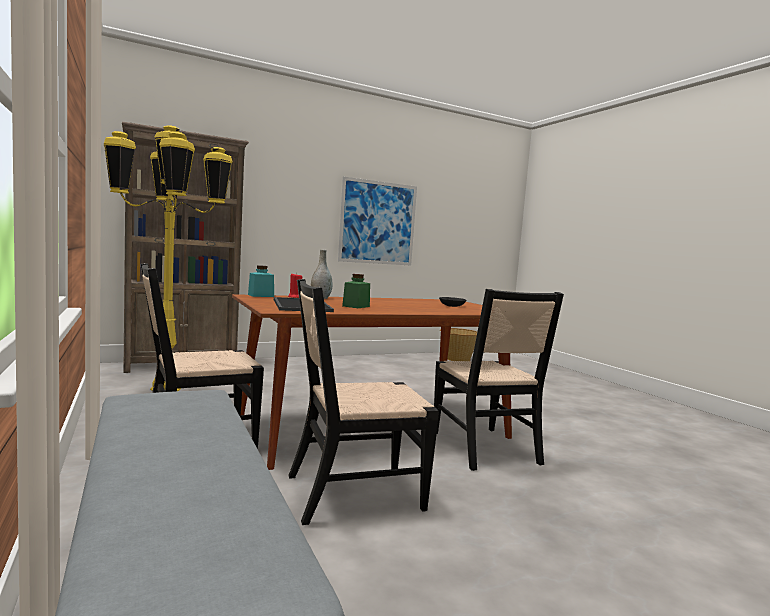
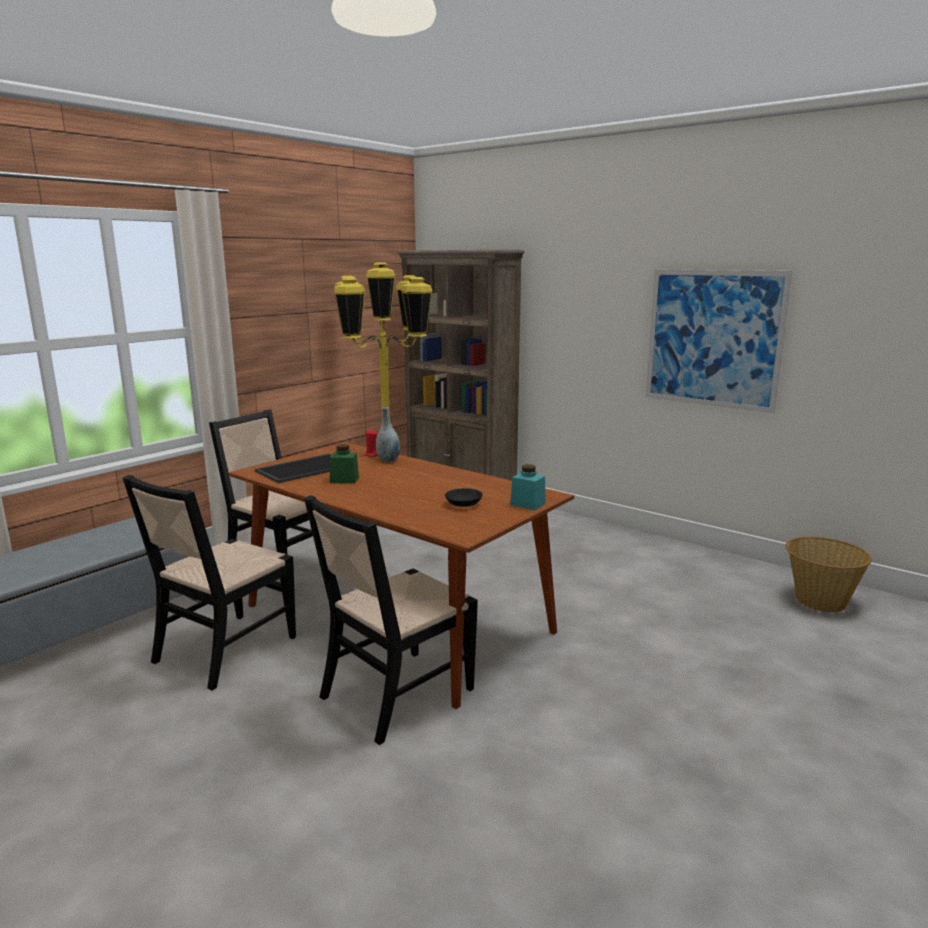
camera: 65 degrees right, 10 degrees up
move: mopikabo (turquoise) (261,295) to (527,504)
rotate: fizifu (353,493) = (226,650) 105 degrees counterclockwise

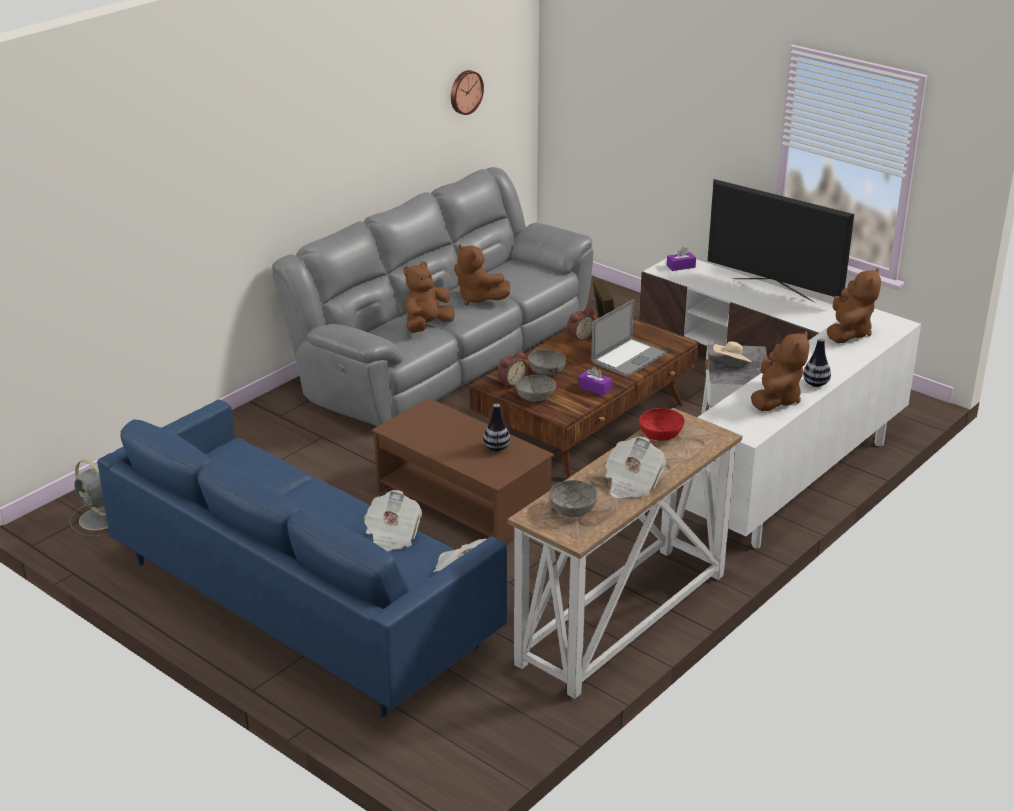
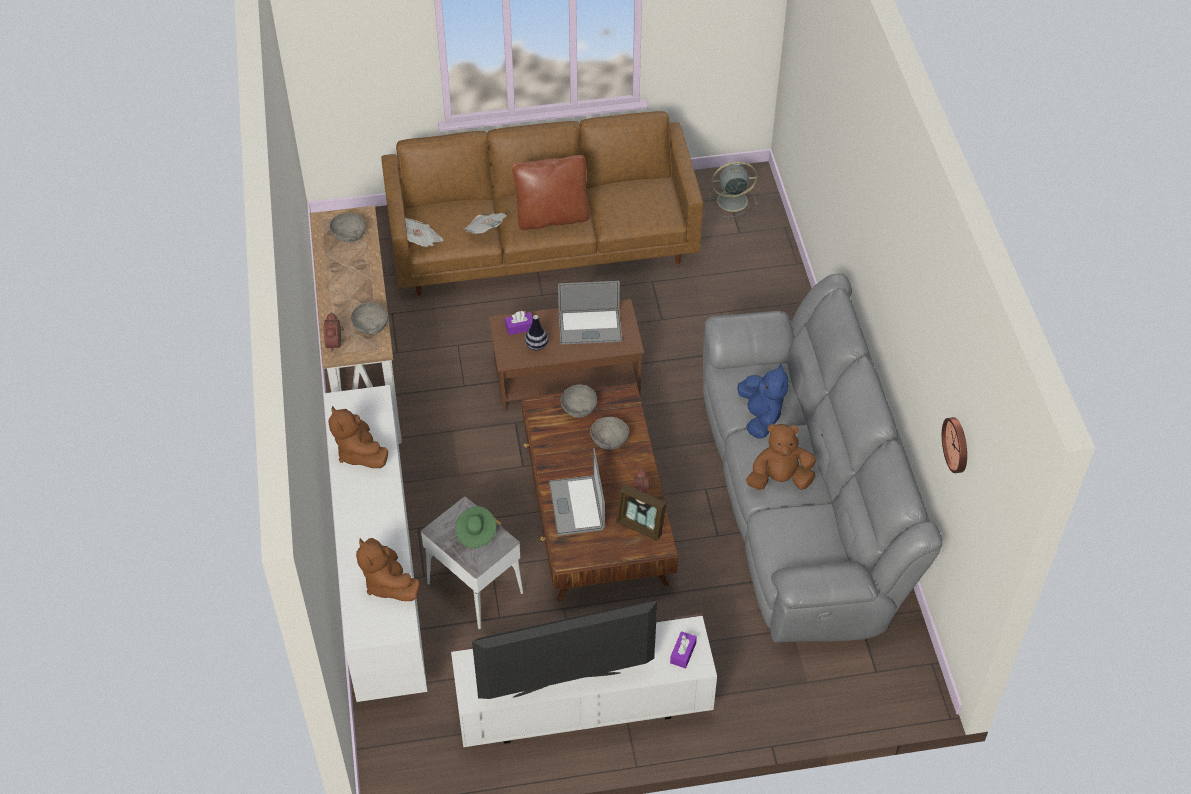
camera: 130 degrees right, 20 degrees up
delete: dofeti (632,483); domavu (815,384)
insert: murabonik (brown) (552,217); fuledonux (590,327)
move: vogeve (511,382) to (336,343); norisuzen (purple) (594,388) to (519,327)
recolor: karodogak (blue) (302,602) to karodogak (brown) (543,246); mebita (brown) (427,326) to mebita (blue) (760,417); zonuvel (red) (660,435) to zonuvel (grey) (370,326); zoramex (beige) (731,363) to zoramex (green) (475,533)

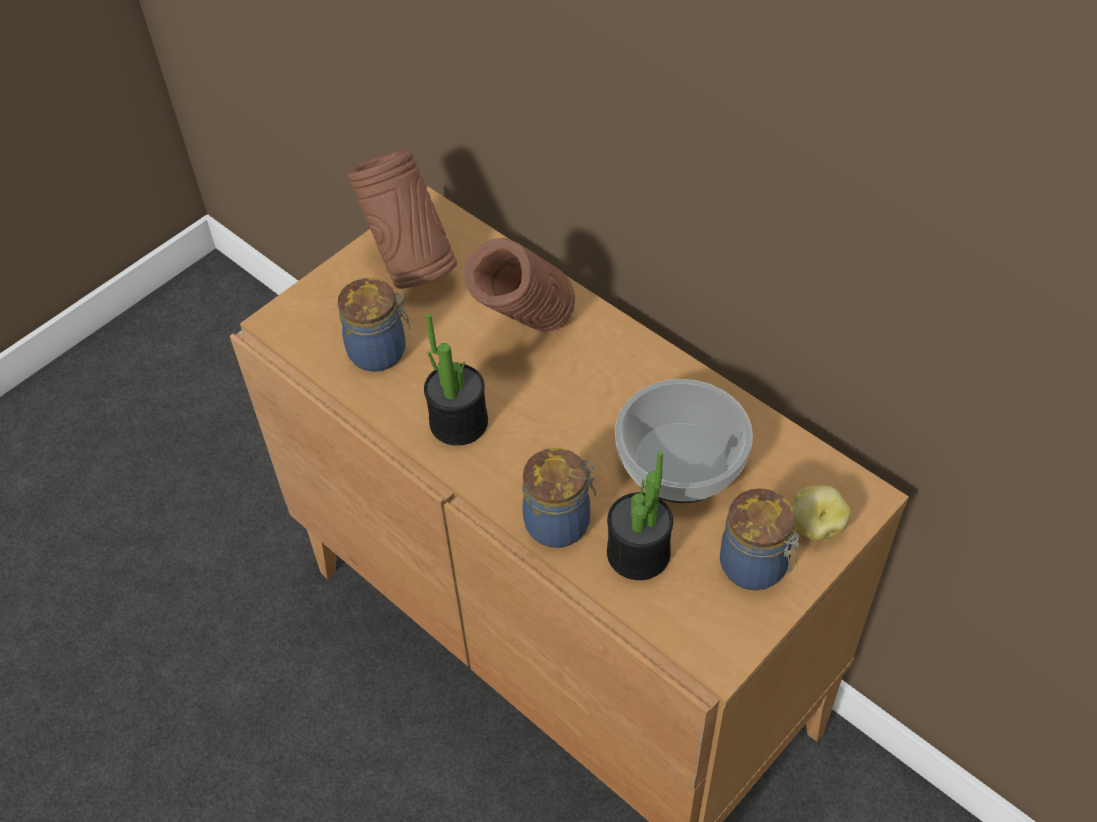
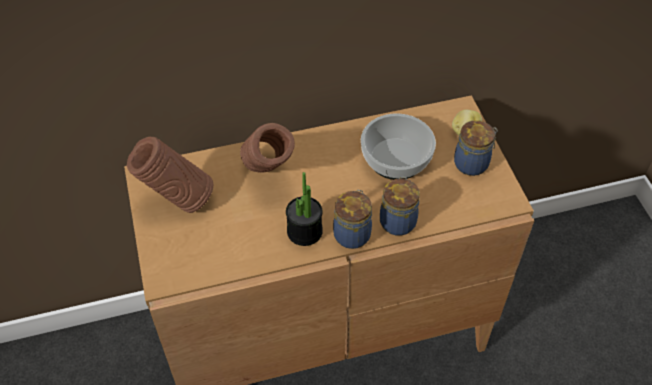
camera: 60 degrees left, 0 degrees up
delete: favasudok (638,553)
move: mopikabo (380,351) to (352,233)

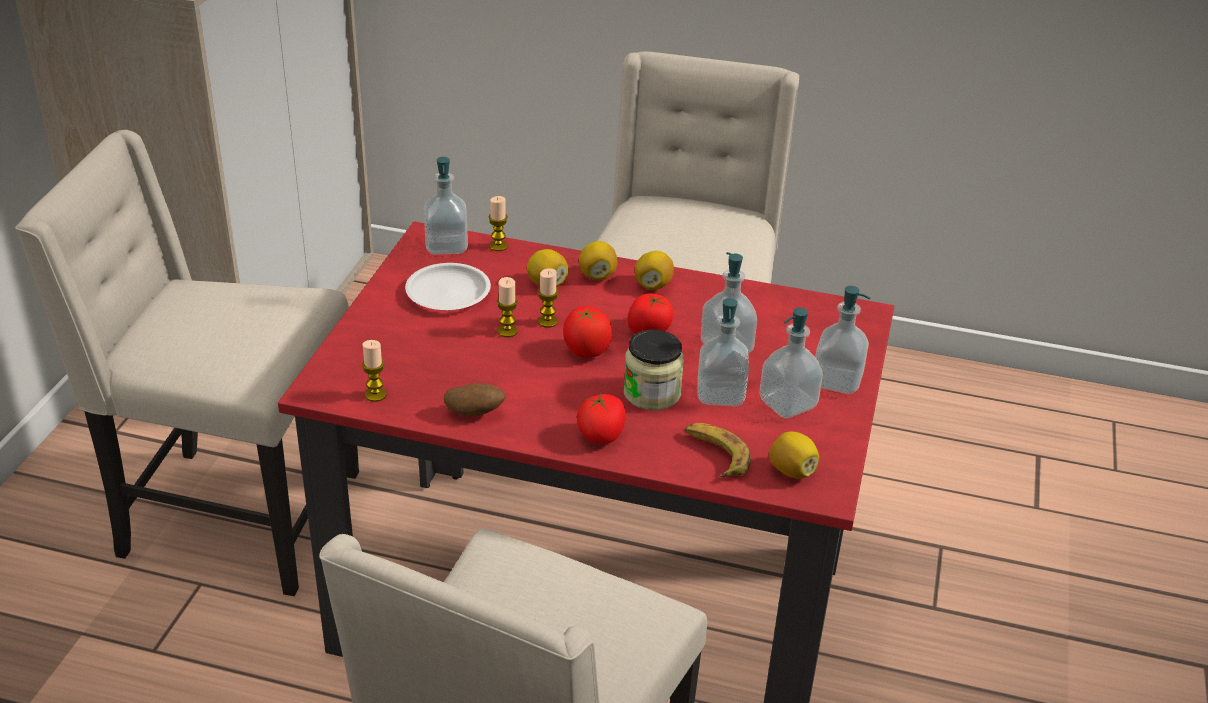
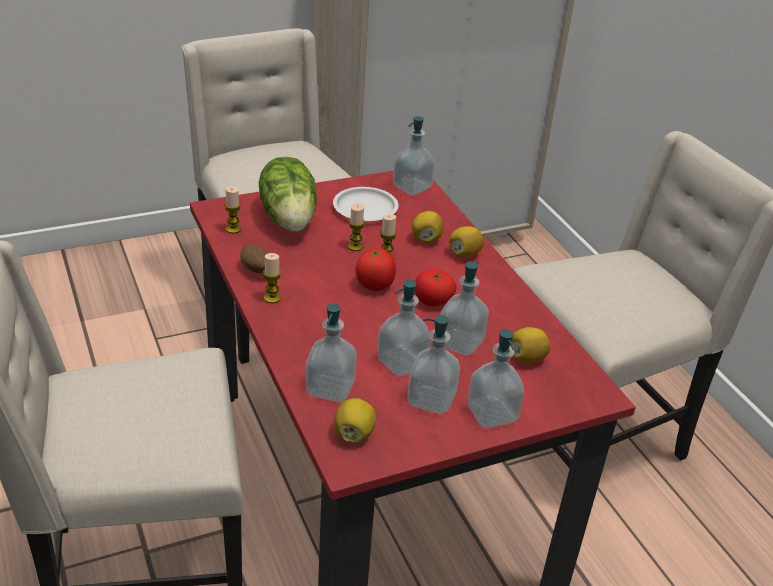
camera: 50 degrees right, 0 degrees up
delete: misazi (601,435); mopikabo (652,393)
insert: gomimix (290,218)
move: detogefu (498,246) to (272,298); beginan (653,285) to (527,358)
replace: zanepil (715,454) to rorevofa (330,388)

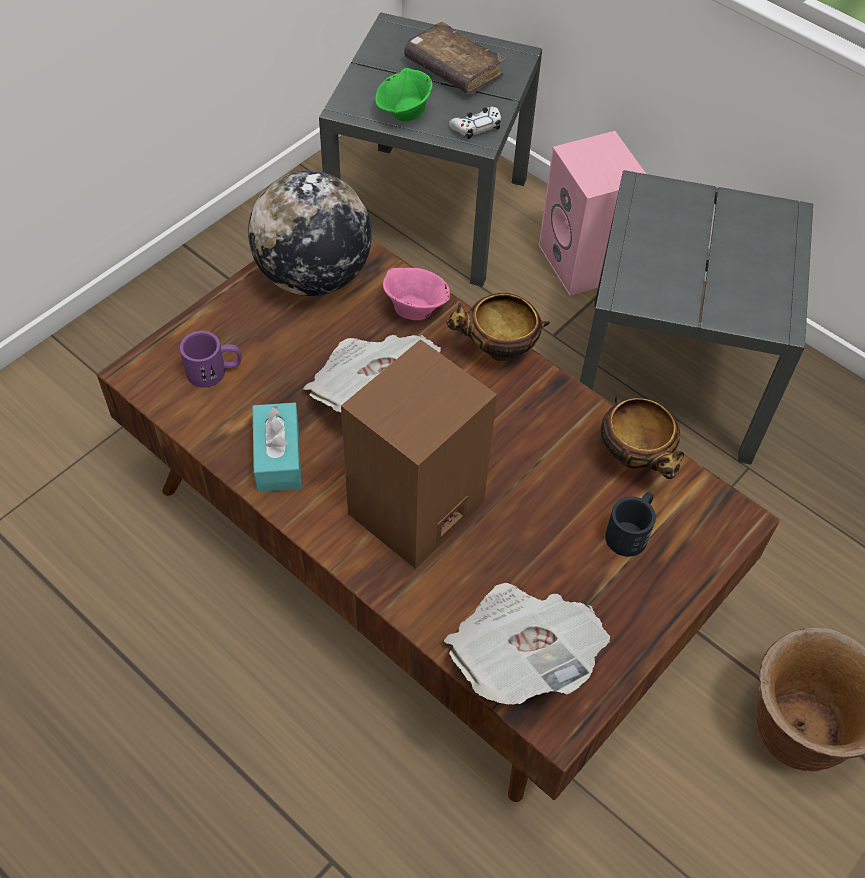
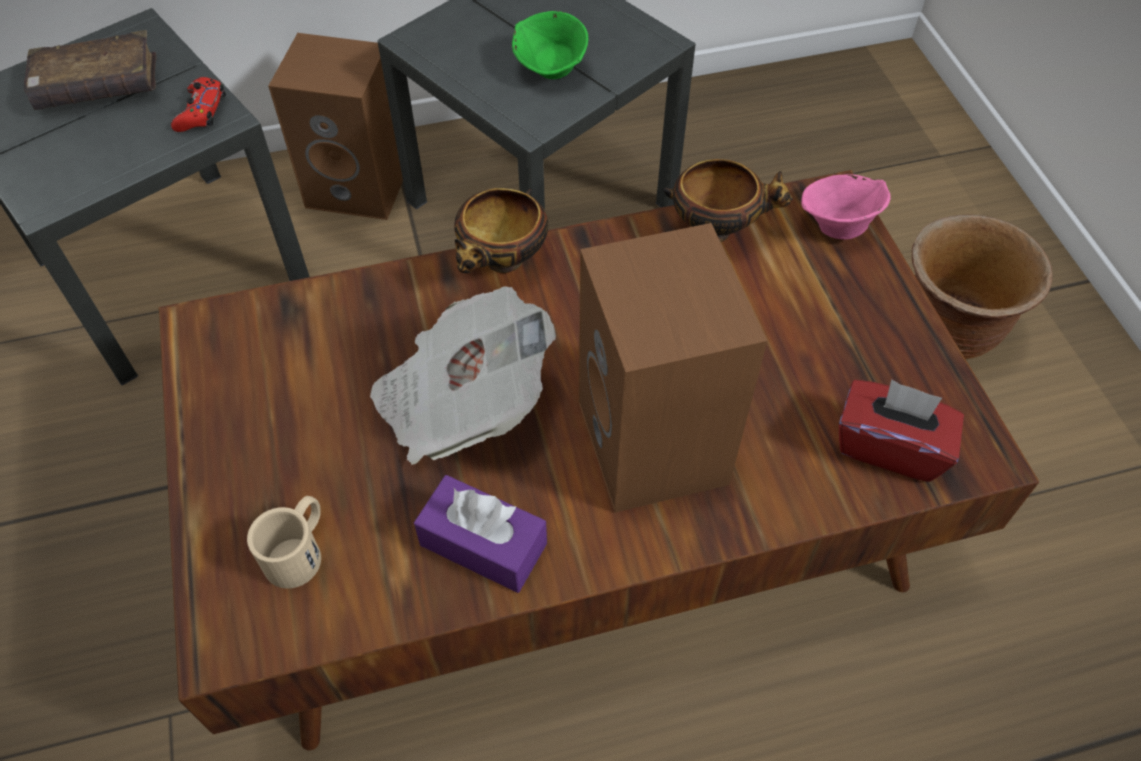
camera: 55 degrees left, 0 degrees up
delete: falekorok (313,276); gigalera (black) (630,531)
move: zonuvel (green) (404,114) to (551,71); zonuvel (pink) (414,308) to (836,226)
replace: dofeti (520,655) to norisuzen (red) (889,446)
recolor: gigalera (purple) (215,371) to gigalera (beige) (299,550); norisuzen (turquoise) (278,456) to norisuzen (purple) (483,544); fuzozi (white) (476,127) to fuzozi (red) (201,112); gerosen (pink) (585,263) to gerosen (brown) (360,186)

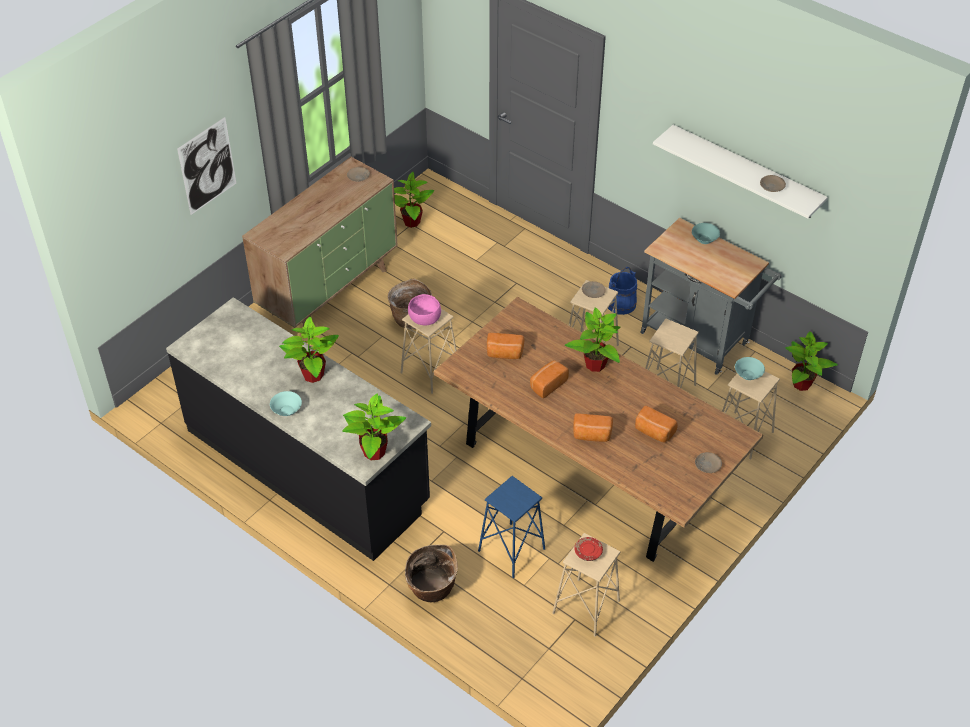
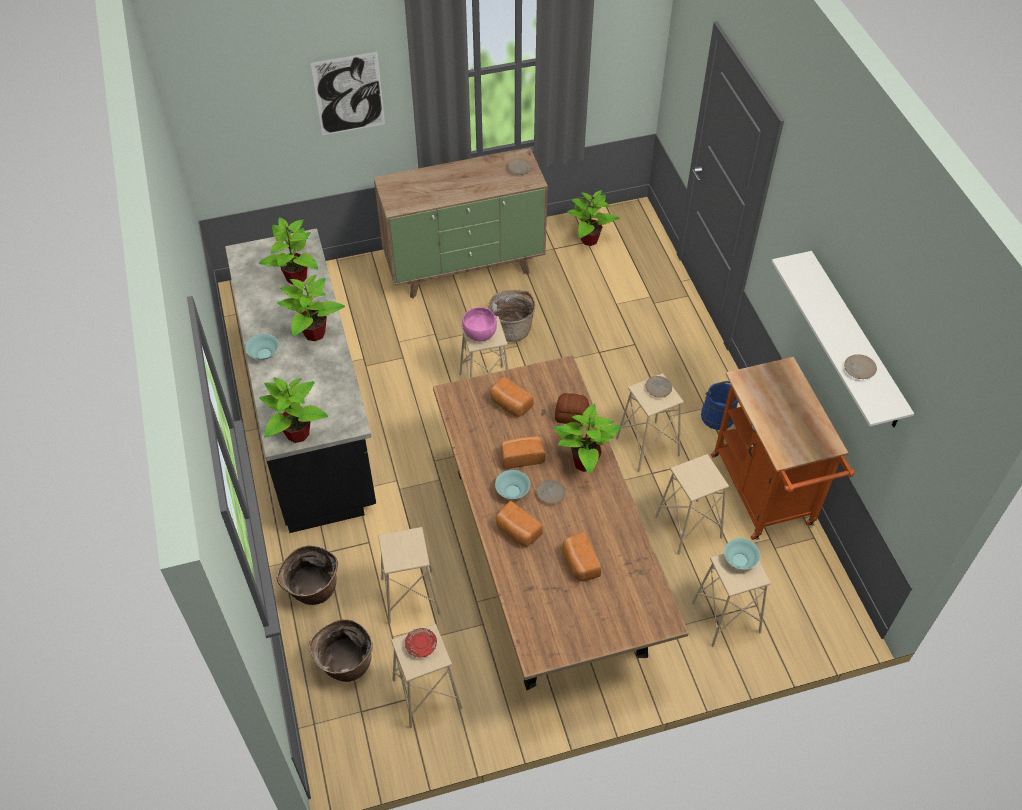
camera: 35 degrees right, 5 degrees up
insert: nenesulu (345,664); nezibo (571,415)
move: zonuvel (turquoise) (704,240) to (512,491); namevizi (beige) (707,465) to (550,493); favasudok (802,384) to (296,278)
recolor: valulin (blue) (511,550) to valulin (beige) (410,596); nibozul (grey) (700,341) to nibozul (orange) (765,496)

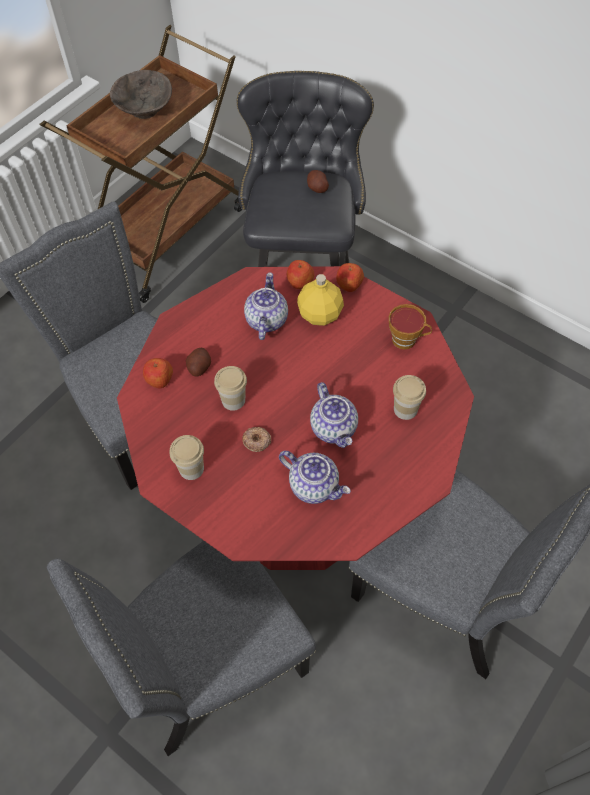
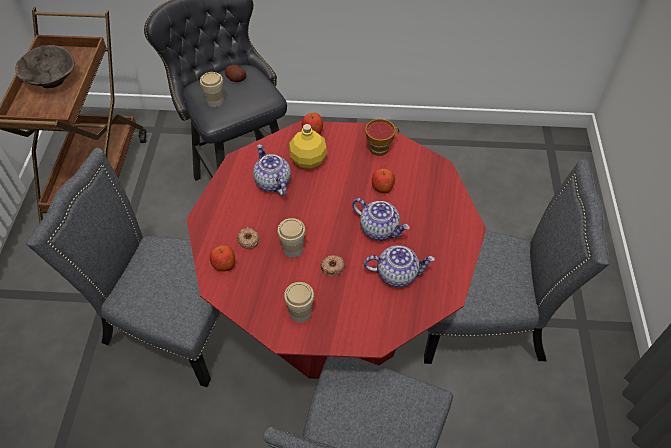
camera: 35 degrees left, 5 degrees down
move: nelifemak (300,281) to (382,187); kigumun (405,409) to (215,101)
replace: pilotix (199,367) to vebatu (248,240)

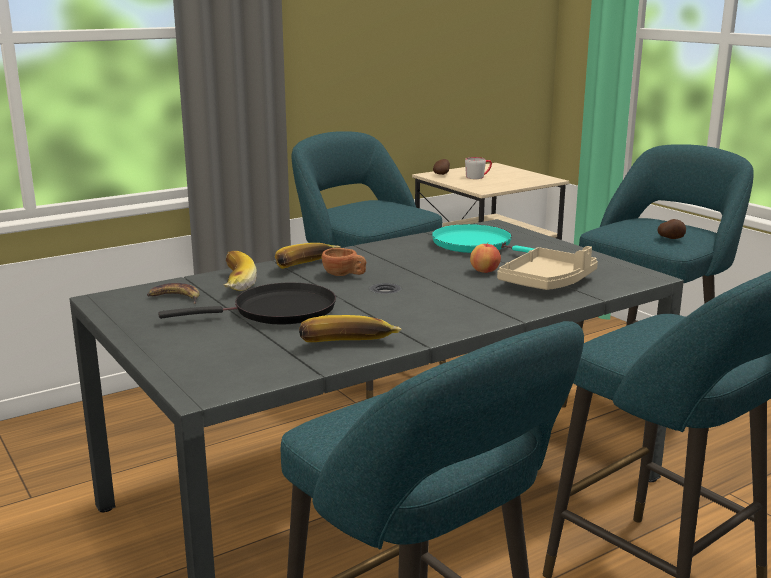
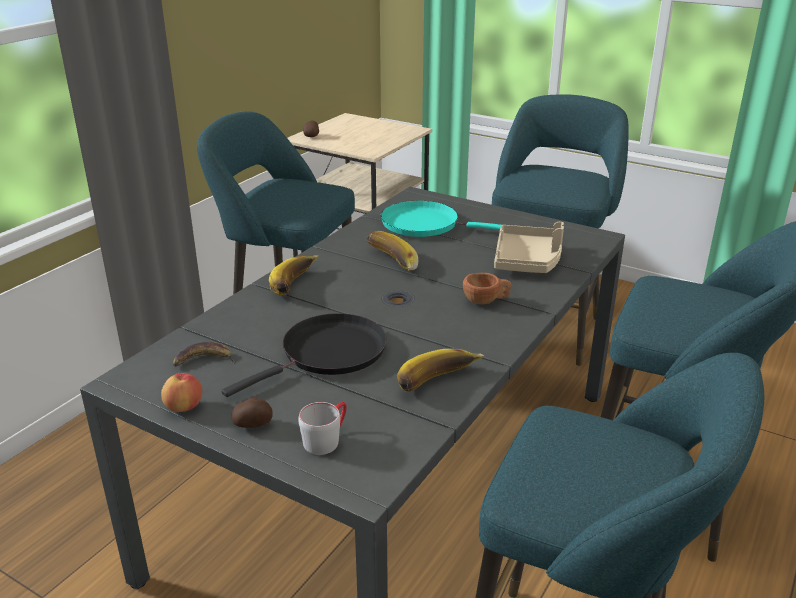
camera: 25 degrees left, 10 degrees up
move: zanepil (231,283) to (390,263); kigumun (brown) (344,275) to (486,301); gigalera (grey) (478,176) to (326,439); nelifemak (485,271) to (184,407); pilotix (670,238) to (253,424)

